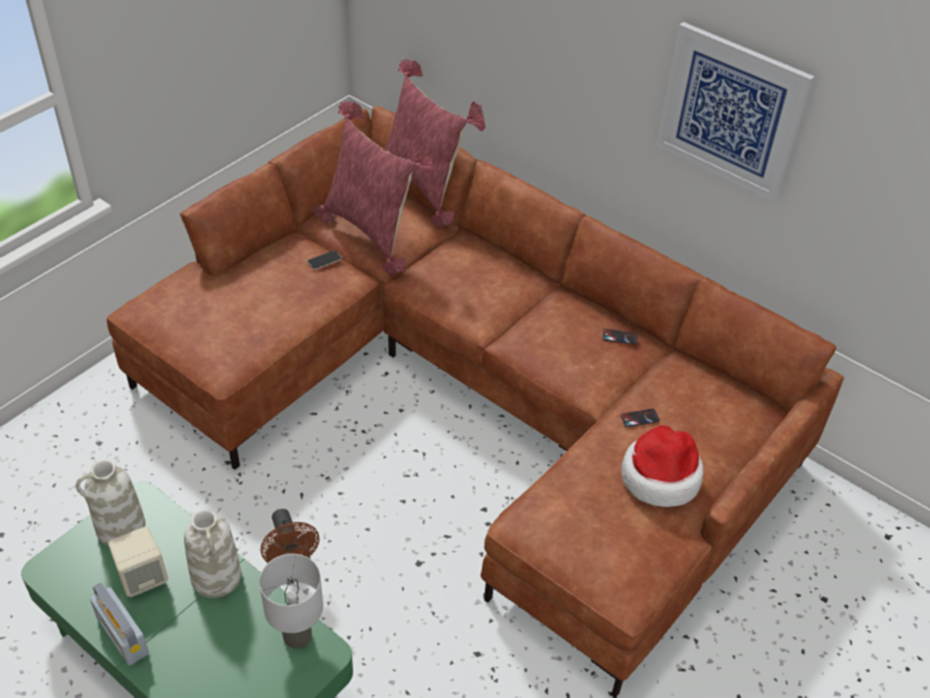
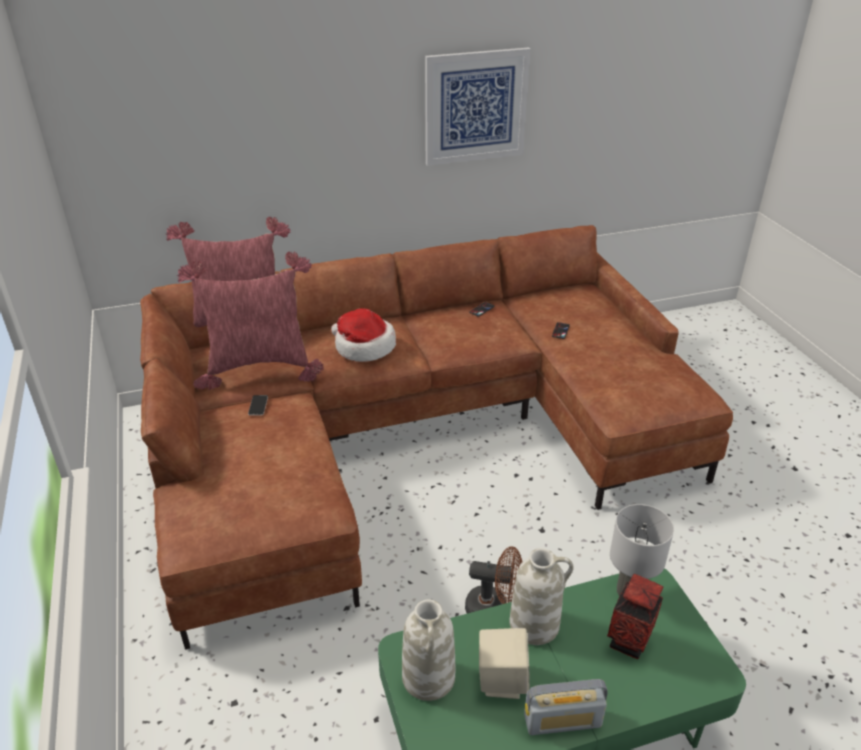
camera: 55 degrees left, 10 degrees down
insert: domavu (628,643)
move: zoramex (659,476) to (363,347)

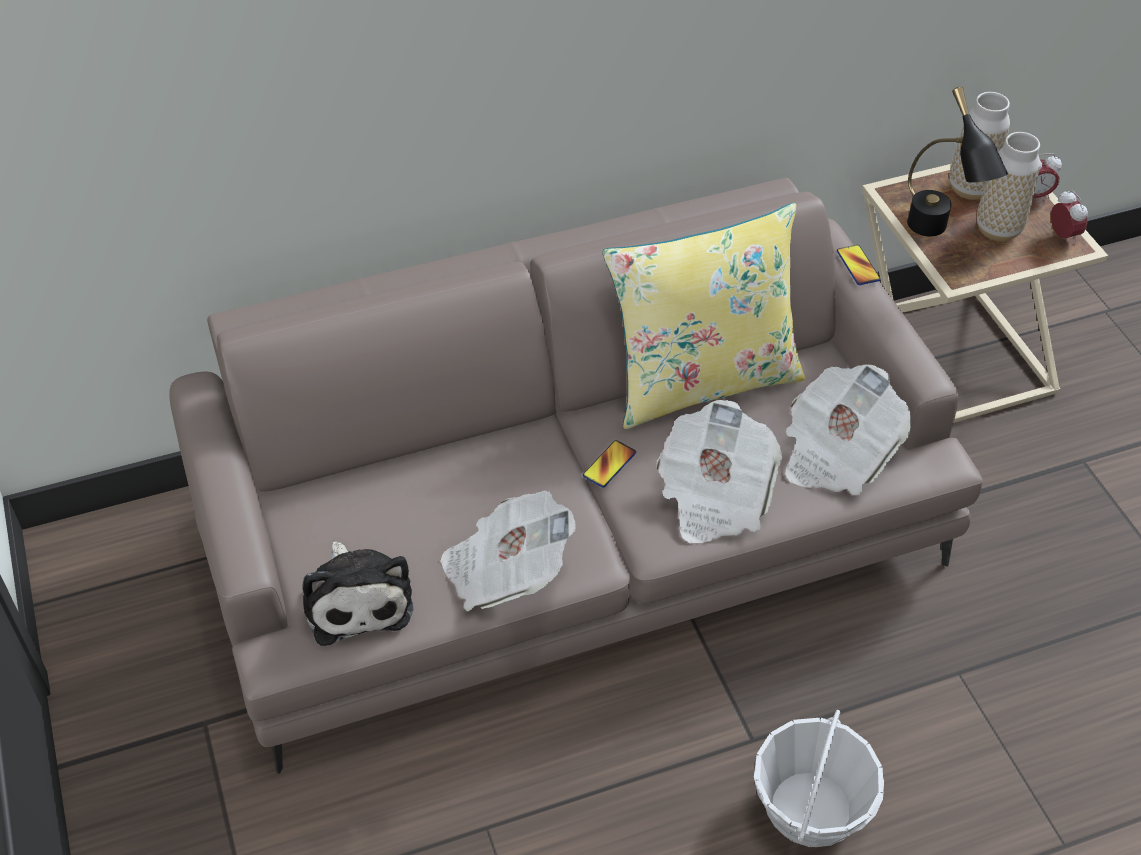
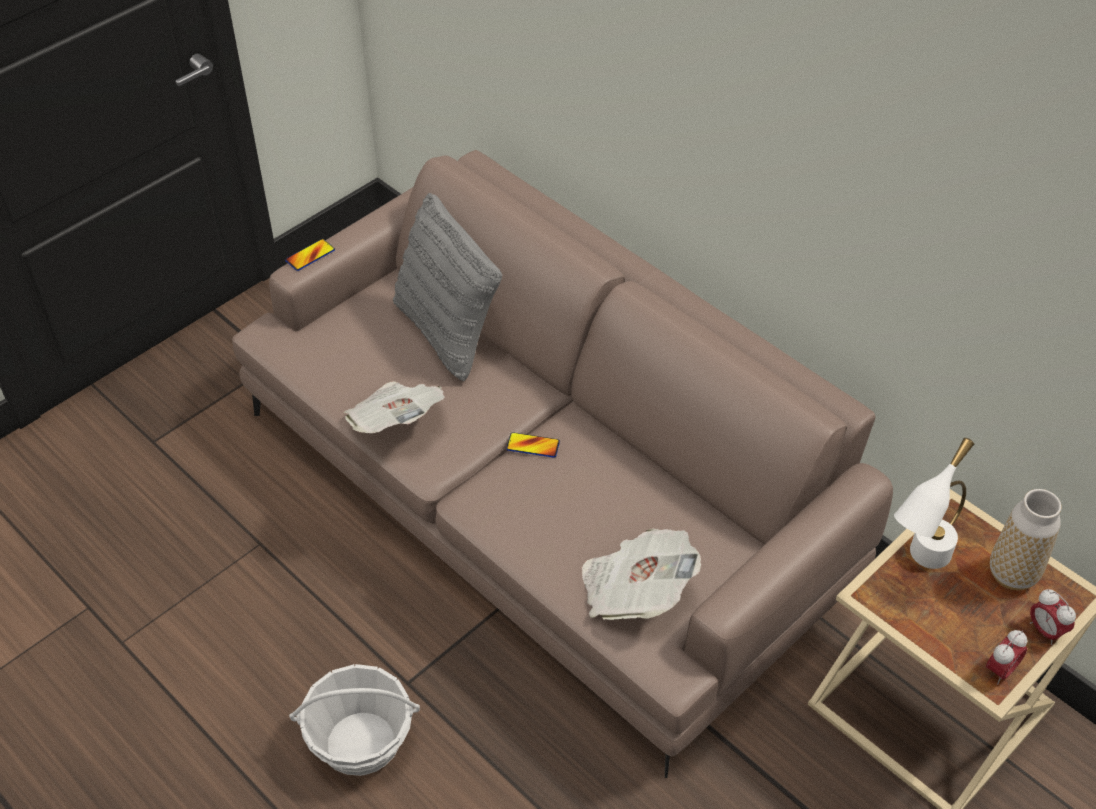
camera: 65 degrees right, 0 degrees up
delete: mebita (357,599); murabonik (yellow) (702,381); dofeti (714,496); domavu (998,230)
insert: murabonik (grey) (448,334)
move: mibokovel (858,266) to (310,256)
recolor: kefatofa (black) (937,235) to kefatofa (white) (919,564)

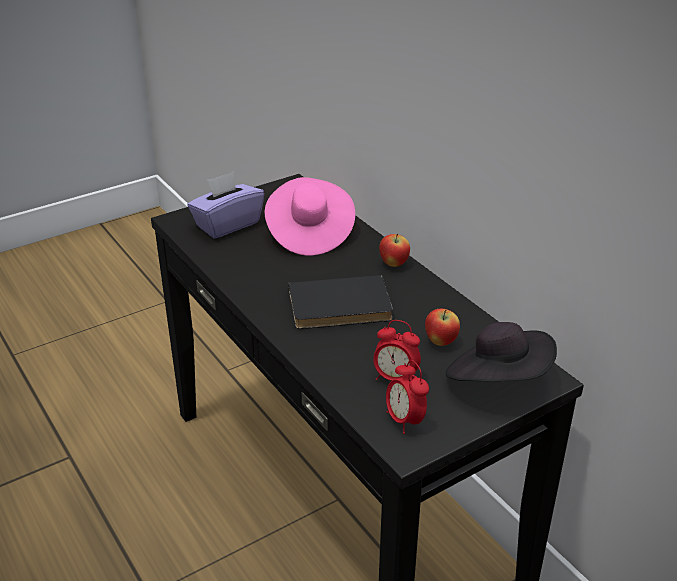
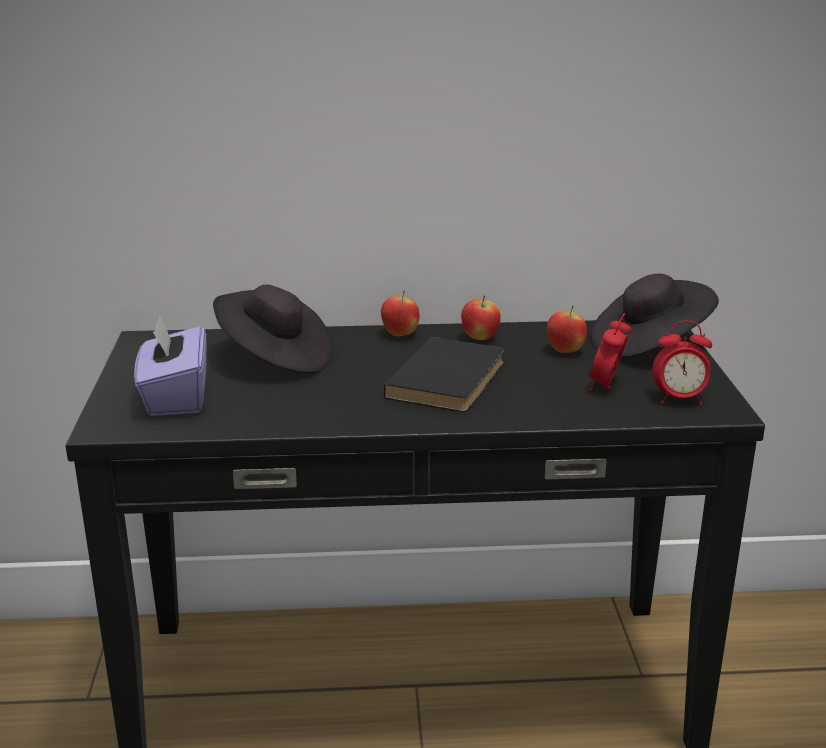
camera: 60 degrees left, 10 degrees down
insert: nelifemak (480,338)
recolor: zoramex (pink) (309,234) to zoramex (black) (275,358)
rotate: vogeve (394,378) = (606,386) 150 degrees clockwise

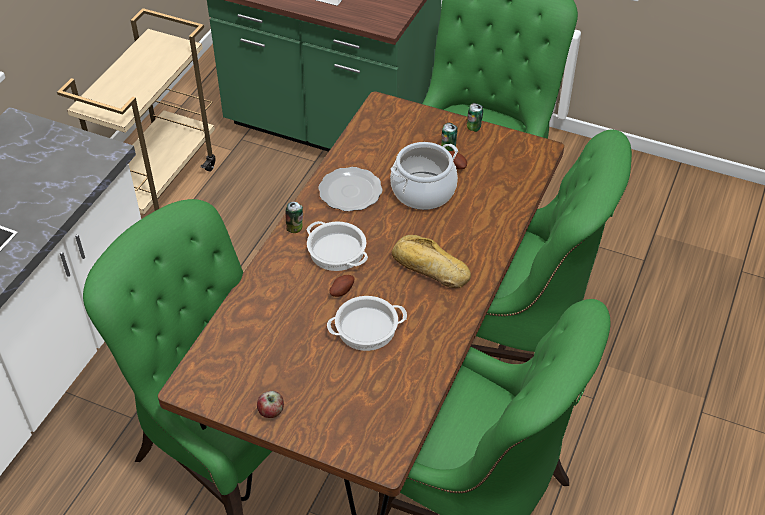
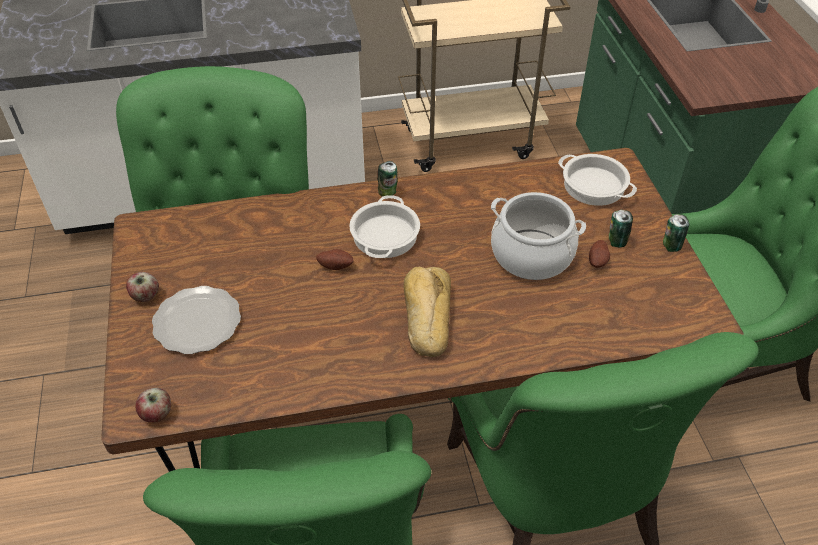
camera: 55 degrees right, 0 degrees up
insert: nelifemak (157,414)
move: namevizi (350,192) to (196,323); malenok (366,329) to (593,185)

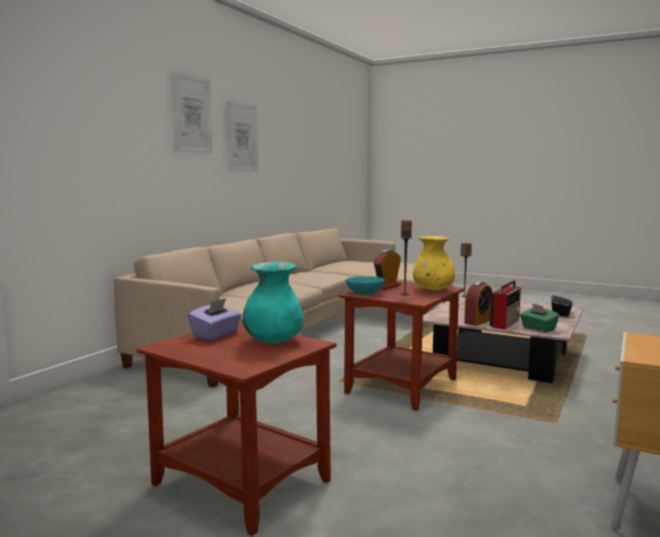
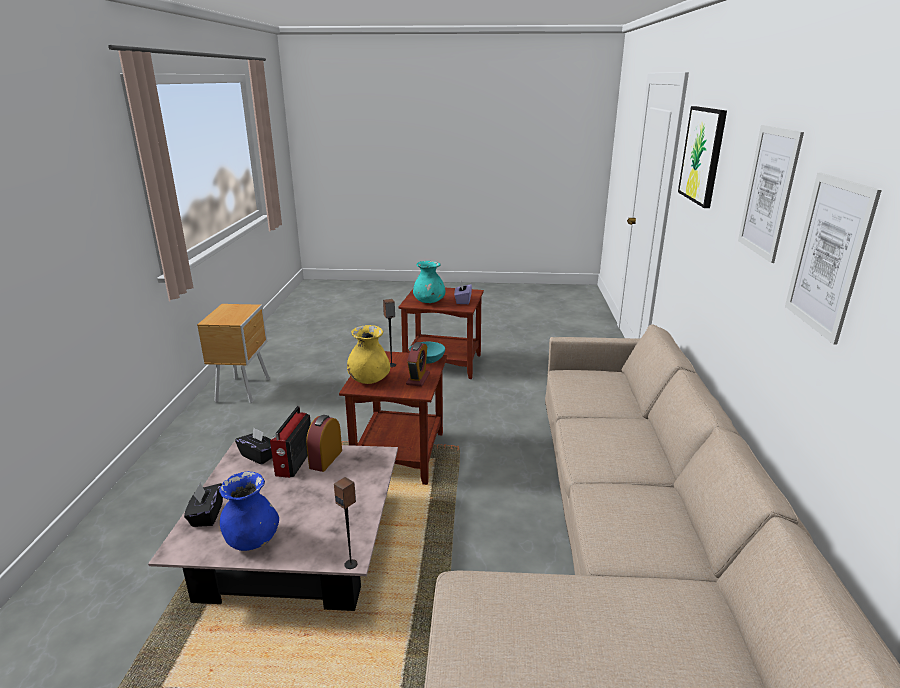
camera: 155 degrees right, 15 degrees up
insert: domavu (blue) (252,541); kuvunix (703,155)
recolor: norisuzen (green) (538,329) to norisuzen (black) (259,456)

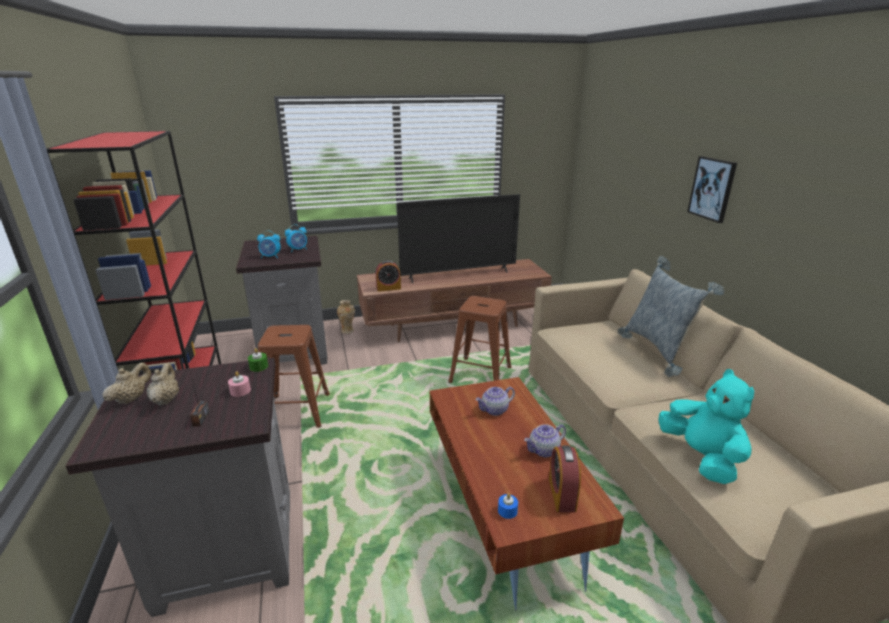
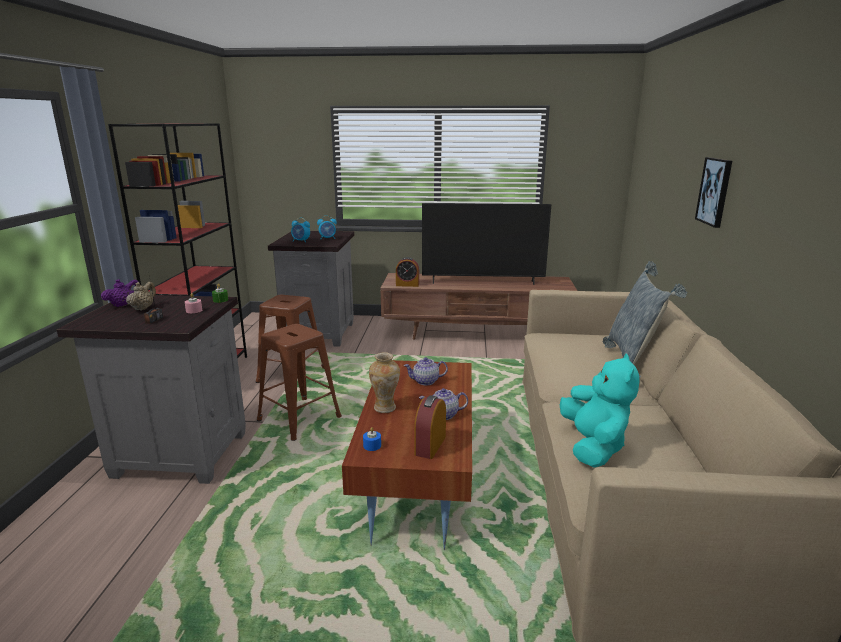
camera: 20 degrees right, 5 degrees down
move: domavu (347,331) to (385,408); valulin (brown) (480,375) to (299,418)
recolor: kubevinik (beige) (132,398) to kubevinik (purple) (123,305)

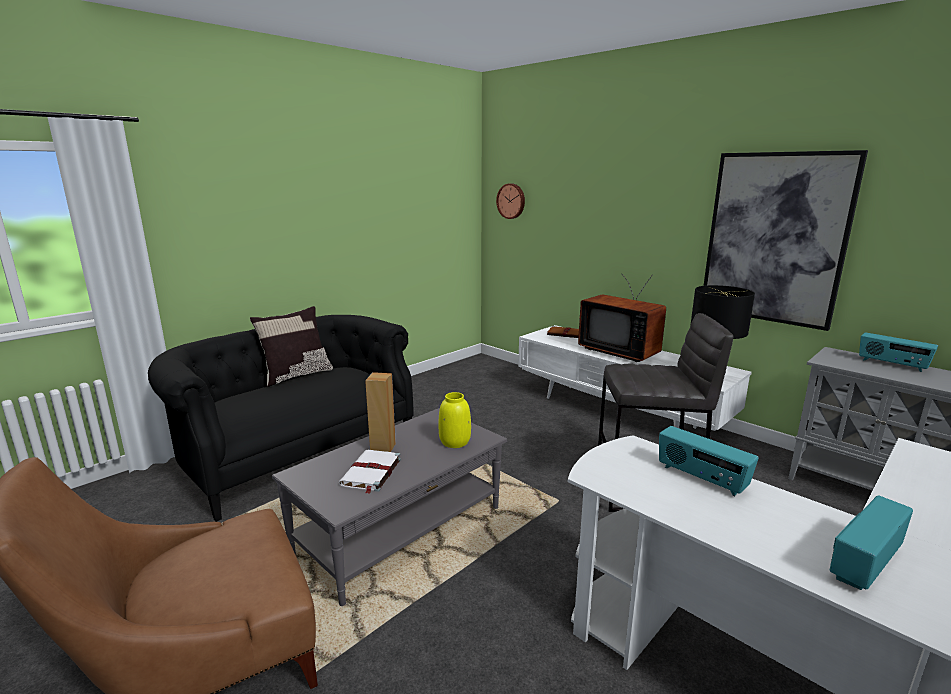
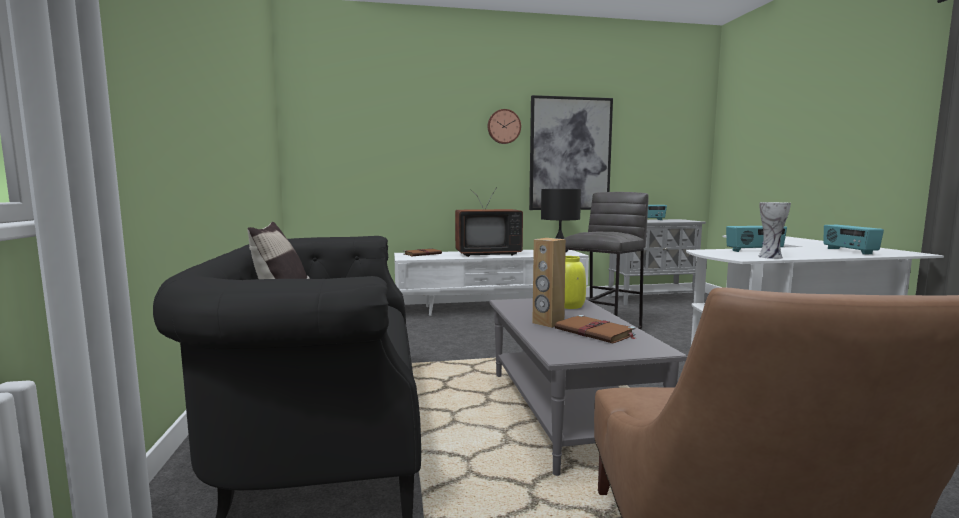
camera: 55 degrees left, 10 degrees down
insert: domavu (771,257)
move: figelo (511,201) to (503,126)
recolor: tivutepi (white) (371,473) to tivutepi (brown) (595,332)

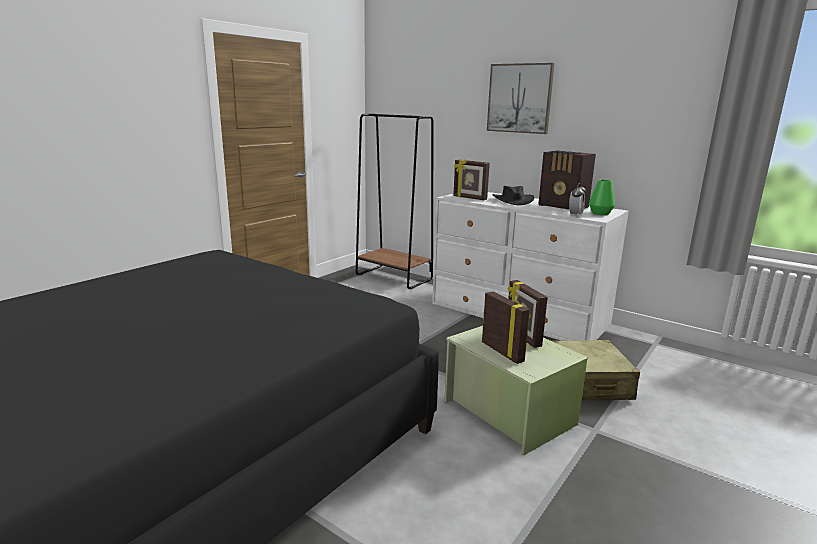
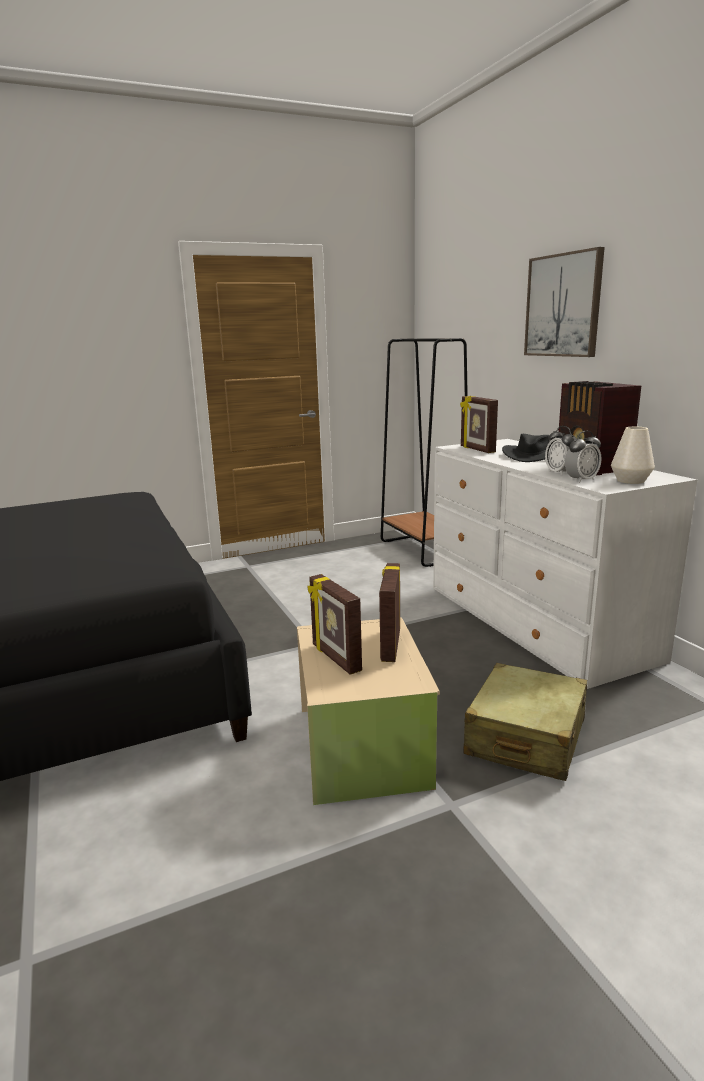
camera: 30 degrees right, 0 degrees up
insert: vogeve (560,473)
recolor: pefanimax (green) (509,411) to pefanimax (beige) (364,745); domavu (green) (600,213) to domavu (white) (630,480)
rotate: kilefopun (503,352) = (335,658) 150 degrees clockwise

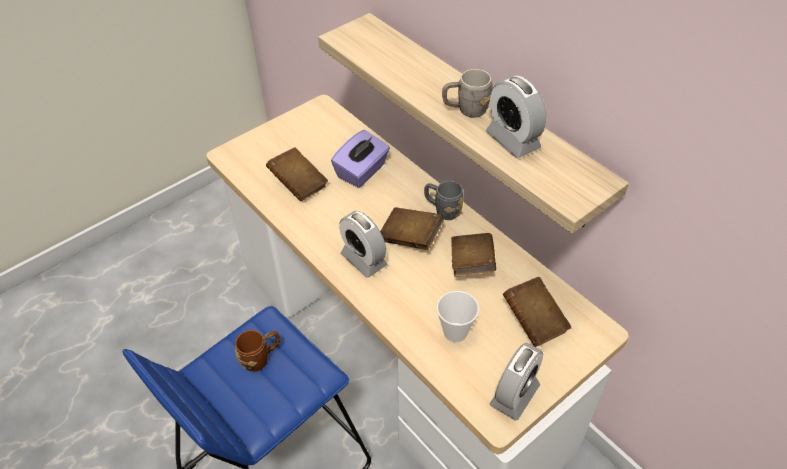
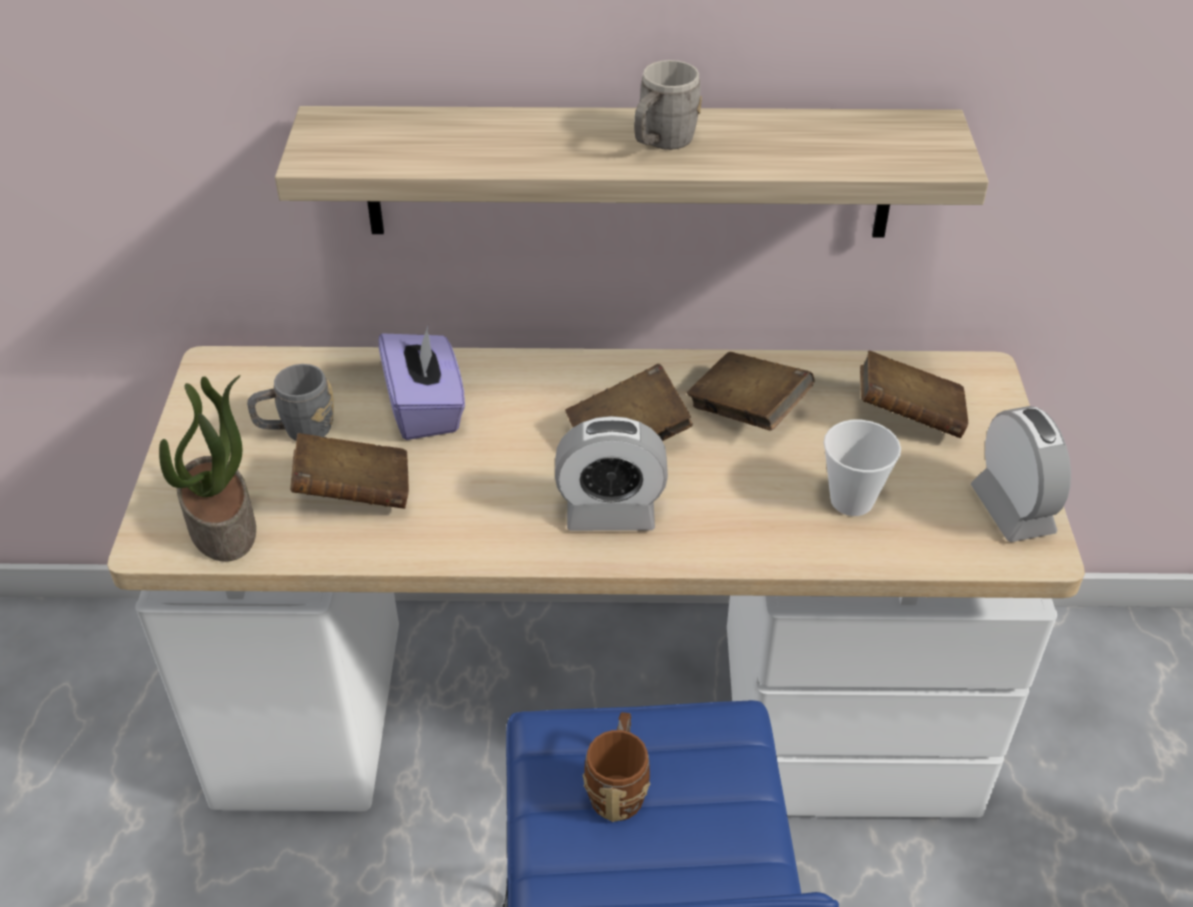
camera: 50 degrees left, 5 degrees down
delete: vogeve (512,140)
insert: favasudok (224,526)
move: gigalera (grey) (442,210) to (297,430)

